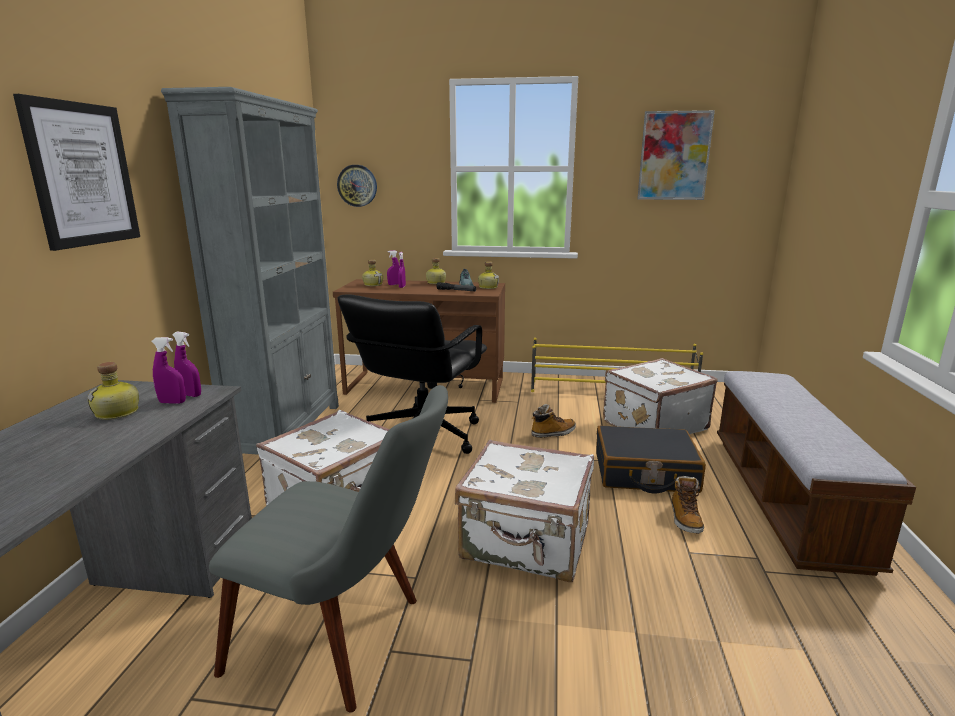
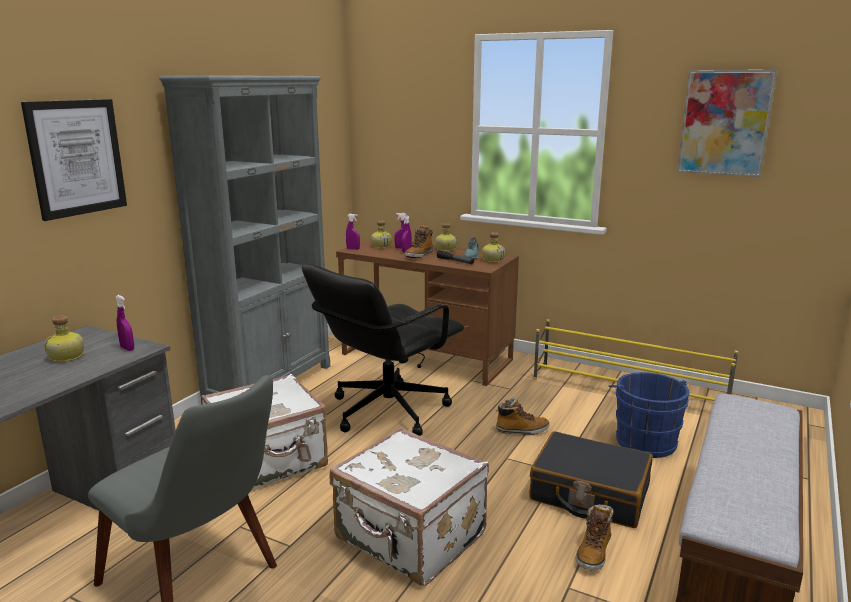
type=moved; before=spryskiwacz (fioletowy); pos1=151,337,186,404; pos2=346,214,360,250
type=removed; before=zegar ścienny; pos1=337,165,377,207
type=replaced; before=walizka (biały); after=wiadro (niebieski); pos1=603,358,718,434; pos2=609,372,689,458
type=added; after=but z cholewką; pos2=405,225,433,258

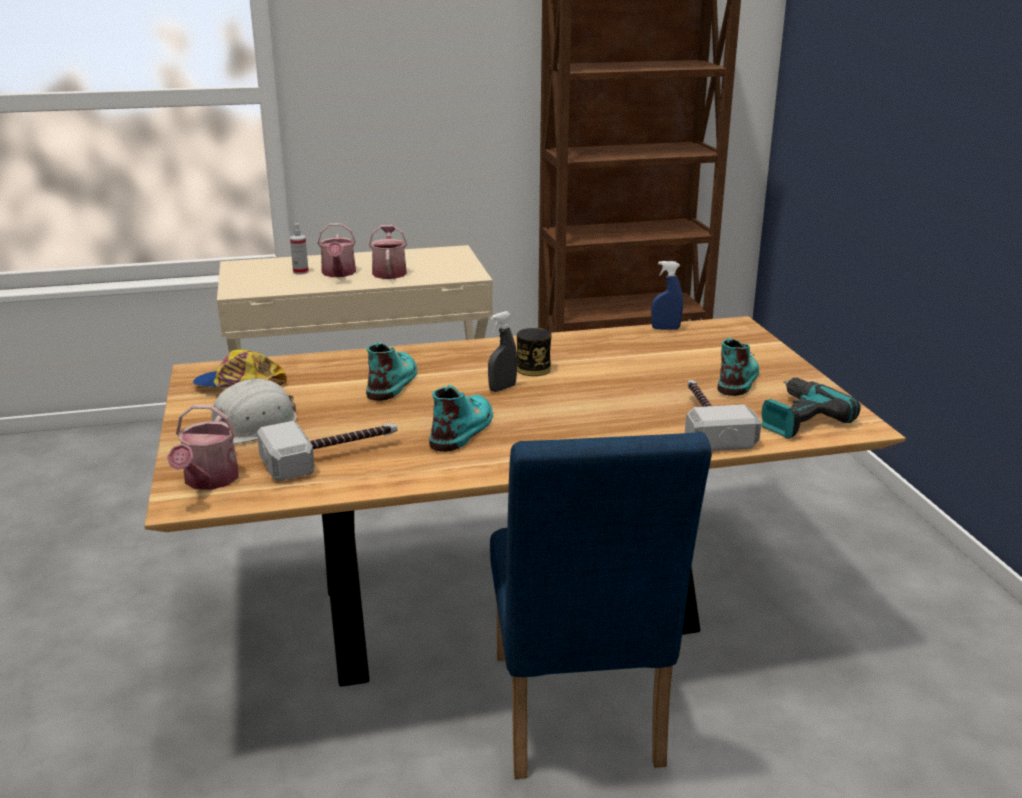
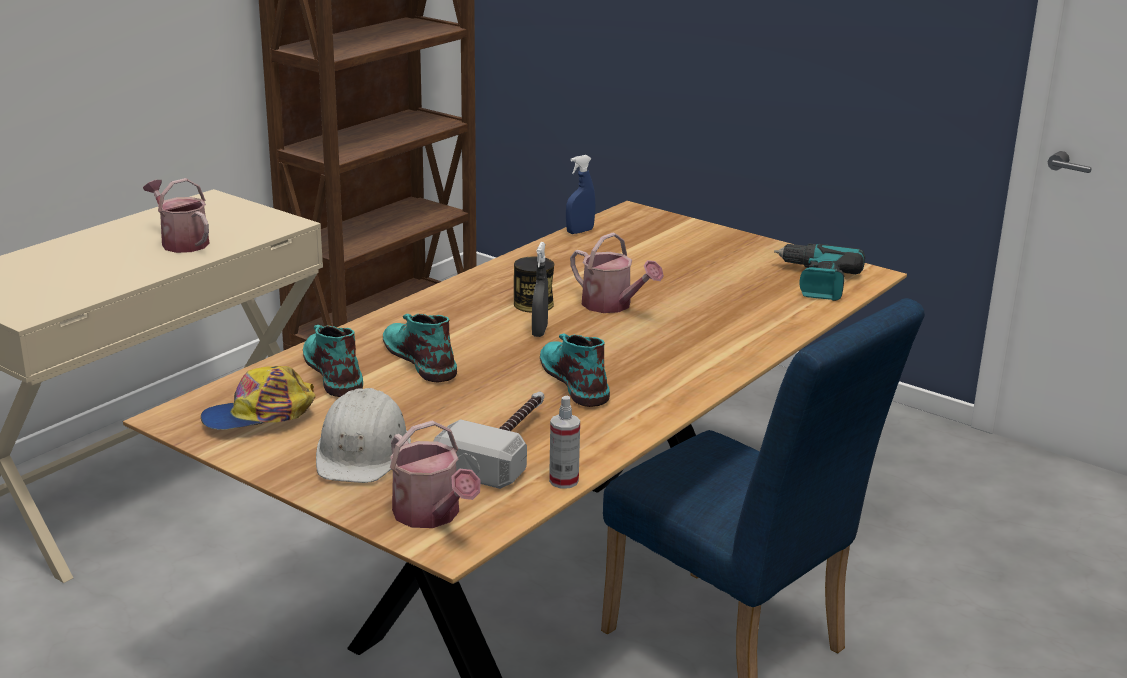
type=moved; before=spryskiwacz; pos1=290,223,309,274; pos2=549,396,580,489
type=moved; before=konewka; pos1=317,223,356,277; pos2=570,233,664,313
type=removed; before=młotek; pos1=685,380,761,451
type=moved; before=but z cholewką (turkusowy); pos1=717,338,759,396; pos2=303,325,363,397

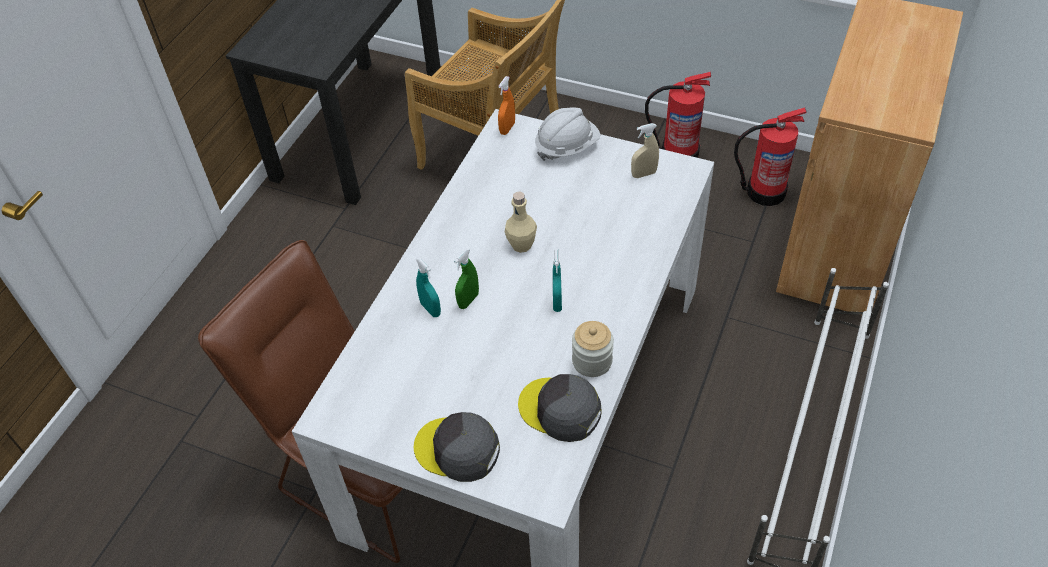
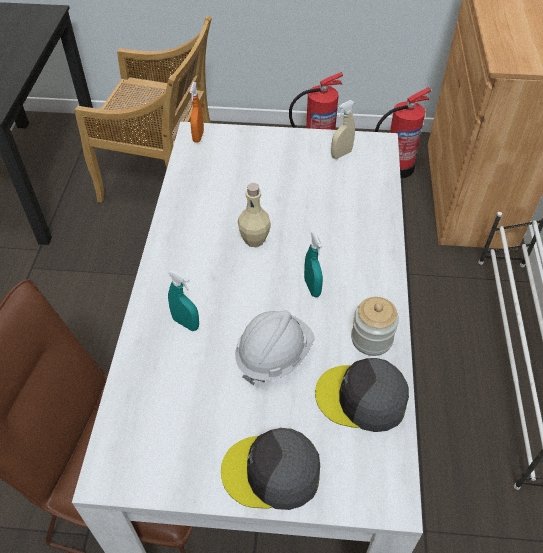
type=removed; before=spryskiwacz (zielony); pos1=454,248,479,309
type=moved; before=kask (biały); pos1=535,107,600,161; pos2=235,310,314,385

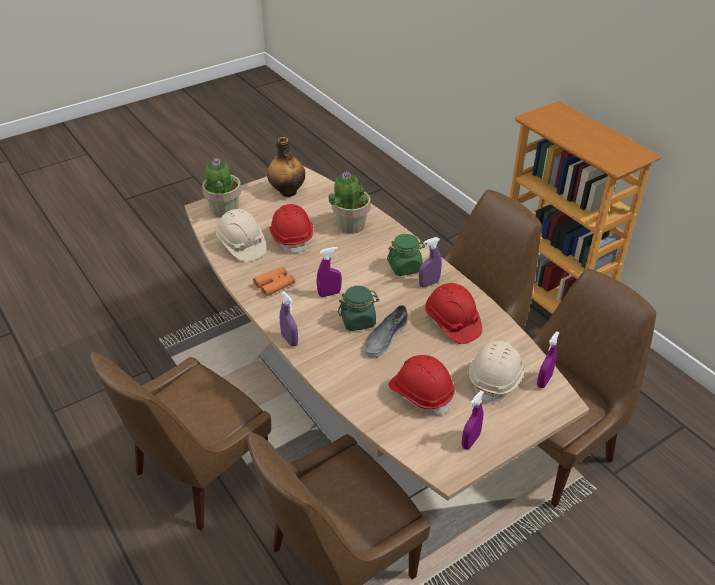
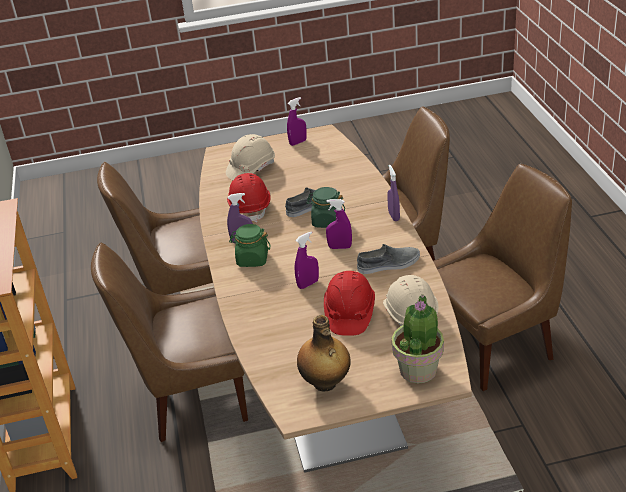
type=replaced; before=lornetka (pomarańczowy); after=but (szary); pos1=253,267,295,297; pos2=357,244,420,274
type=removed; before=roślina doniczkowa; pos1=329,171,371,234
type=removed; before=kask (czerwony); pos1=388,355,455,415
type=moved; before=spryskiwacz (fioletowy); pos1=537,331,560,388; pos2=295,232,319,289

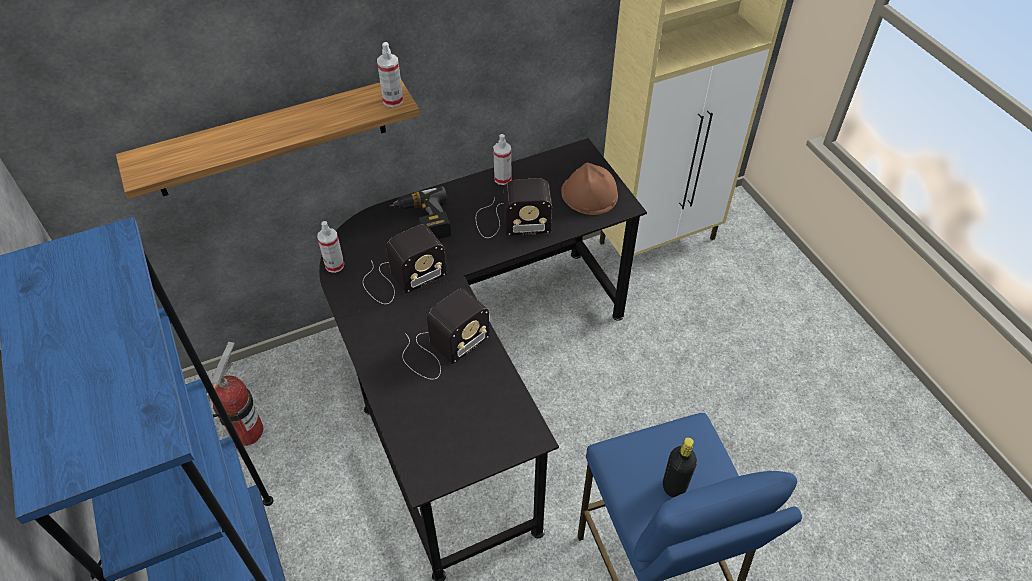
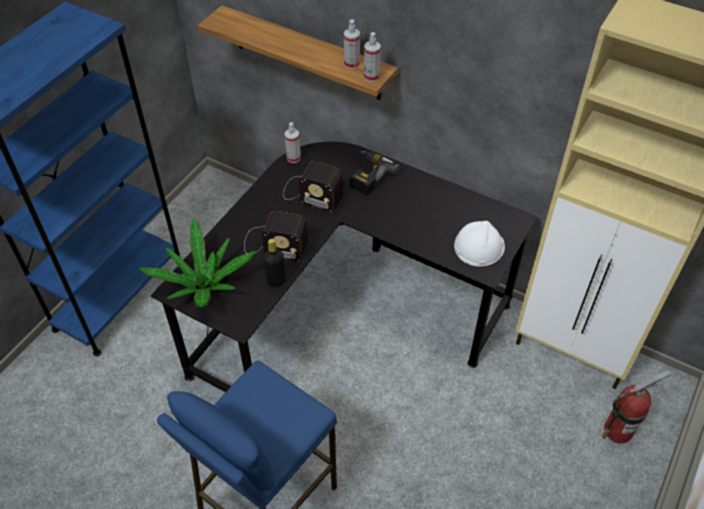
type=moved; before=gaśnica; pos1=208,342,264,450; pos2=602,369,672,444
type=removed; before=radio; pos1=476,178,552,238
type=moved; before=spryskiwacz; pos1=493,134,511,185; pos2=344,19,360,69
type=recoloured; before=kask (brązowy); after=kask (biały); pos1=561,163,618,215; pos2=454,221,505,266
type=moved; before=butelka (czarny); pos1=663,437,697,497; pos2=263,239,286,287
type=added; after=roślina doniczkowa; pos2=138,218,256,307

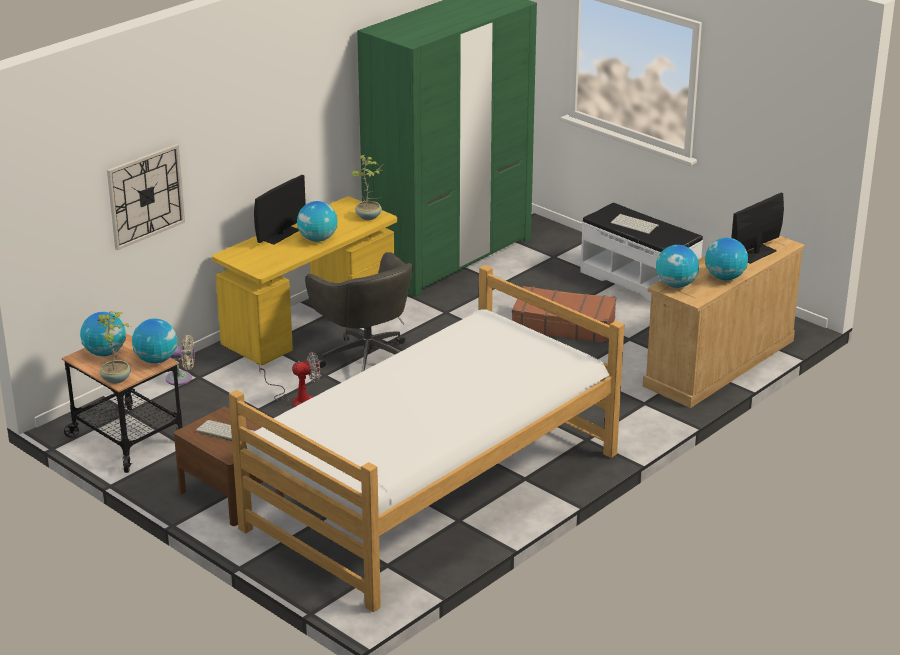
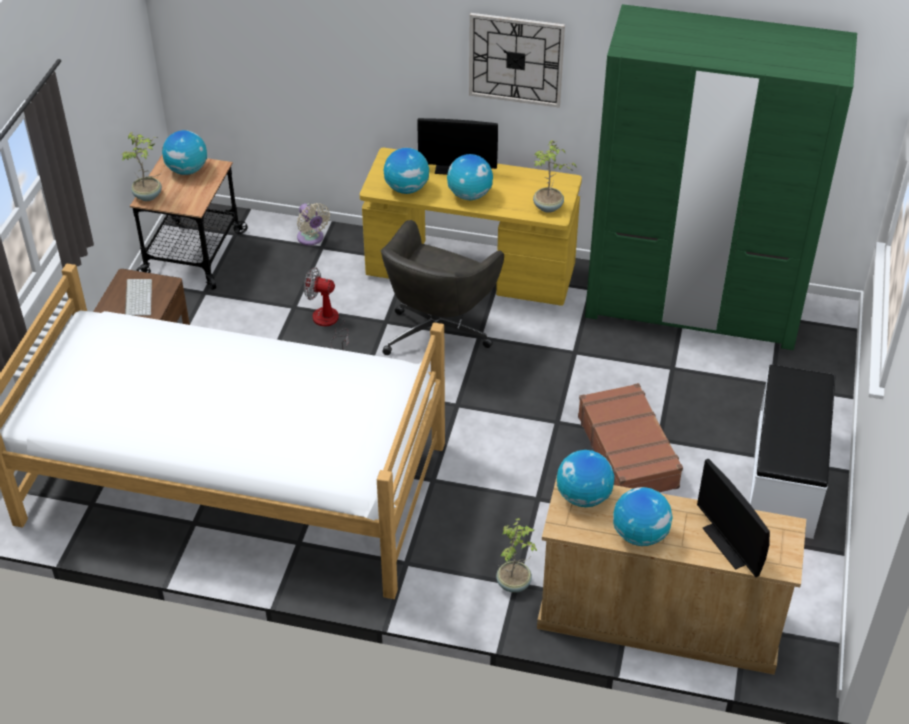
type=moved; before=zegar ścienny; pos1=107,144,185,250; pos2=469,13,565,107
type=moved; before=globus; pos1=132,318,177,363; pos2=384,148,429,194
type=turned; before=wentylator; pos1=259,352,320,407; pos2=304,267,349,350; turn=150
type=removed; before=klawiatura; pos1=611,214,659,234
type=turned; before=monitor; pos1=731,193,784,264; pos2=697,459,770,577; turn=-135
type=added; after=roślina doniczkowa; pos2=496,518,537,593

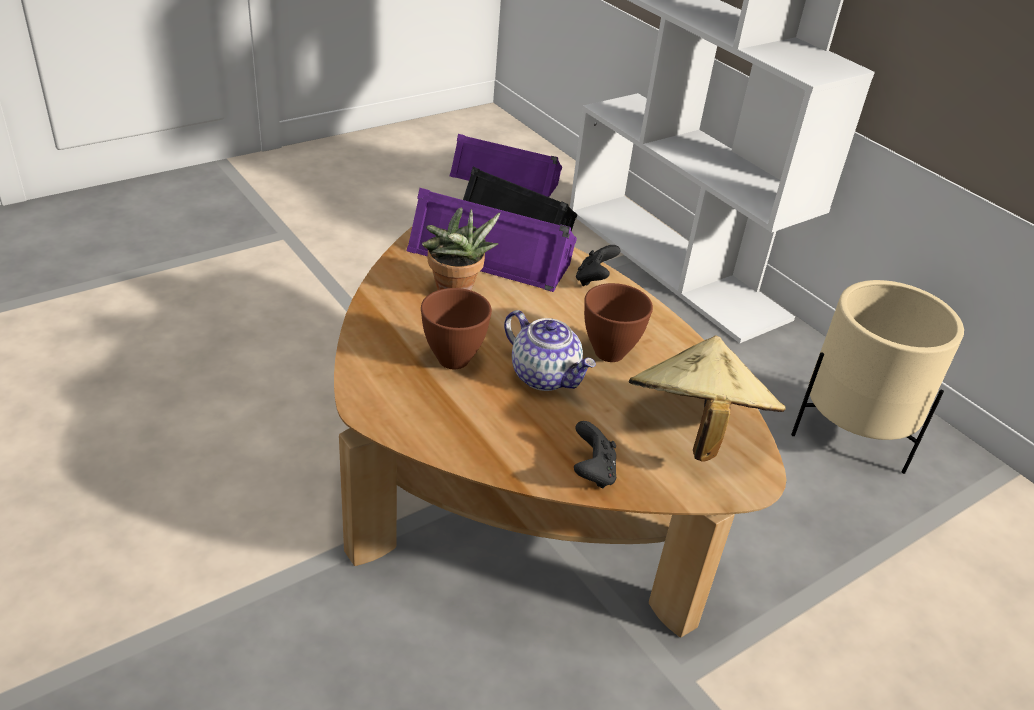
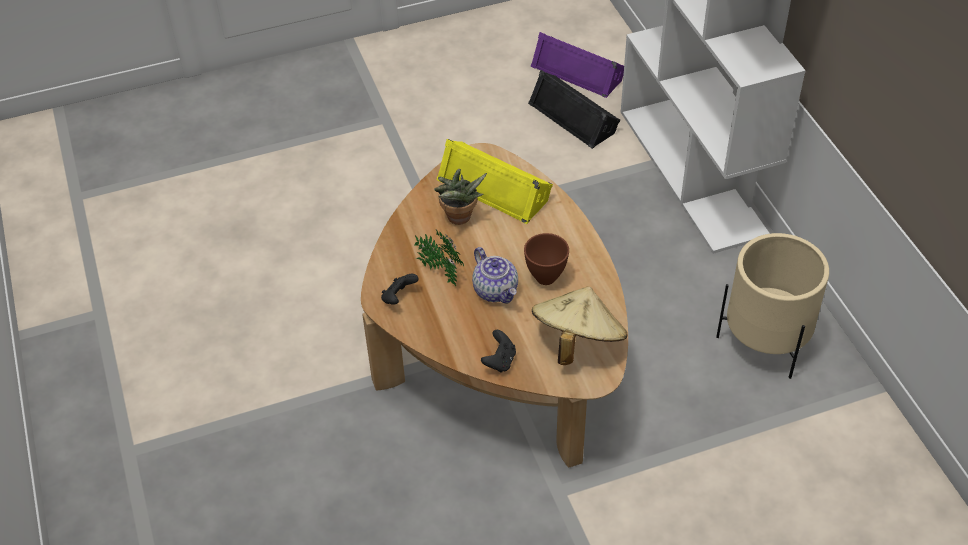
type=recoloured; before=głośnik (fioletowy); after=głośnik (żółty); pos1=407,188,577,292; pos2=437,139,553,224
type=replaced; before=miska (brązowy); after=roślina doniczkowa; pos1=421,288,492,369; pos2=414,230,464,286
type=moved; before=pad do gier (czarny); pos1=576,245,620,286; pos2=381,274,419,305

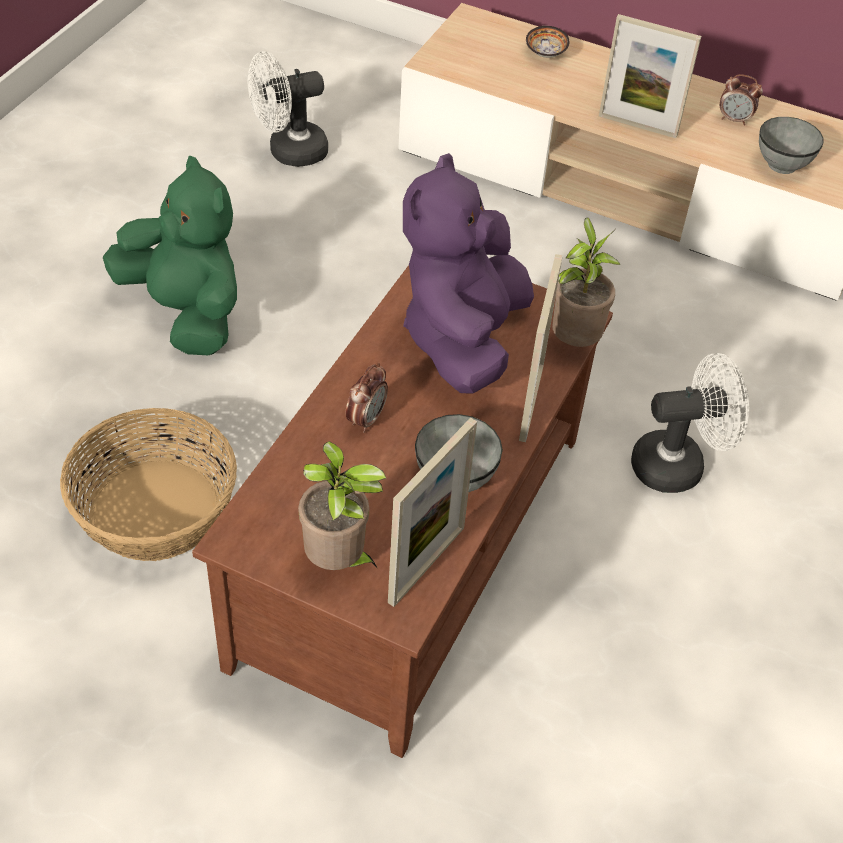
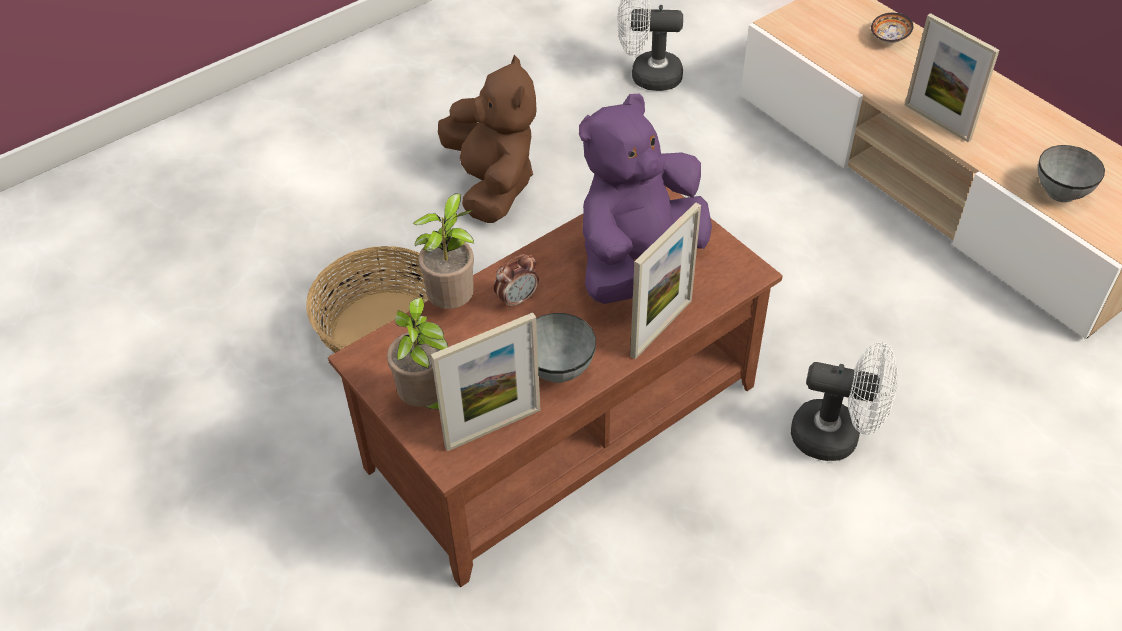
type=recoloured; before=pluszak (zielony); after=pluszak (brązowy); pos1=103,156,237,355; pos2=438,55,537,223
type=moved; before=roślina doniczkowa; pos1=552,218,621,347; pos2=413,194,474,309
type=removed; before=budzik; pos1=720,74,763,126

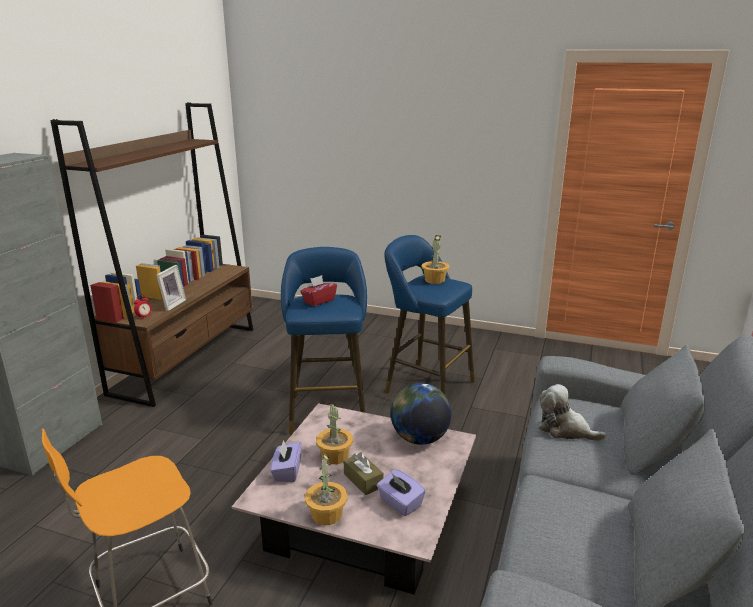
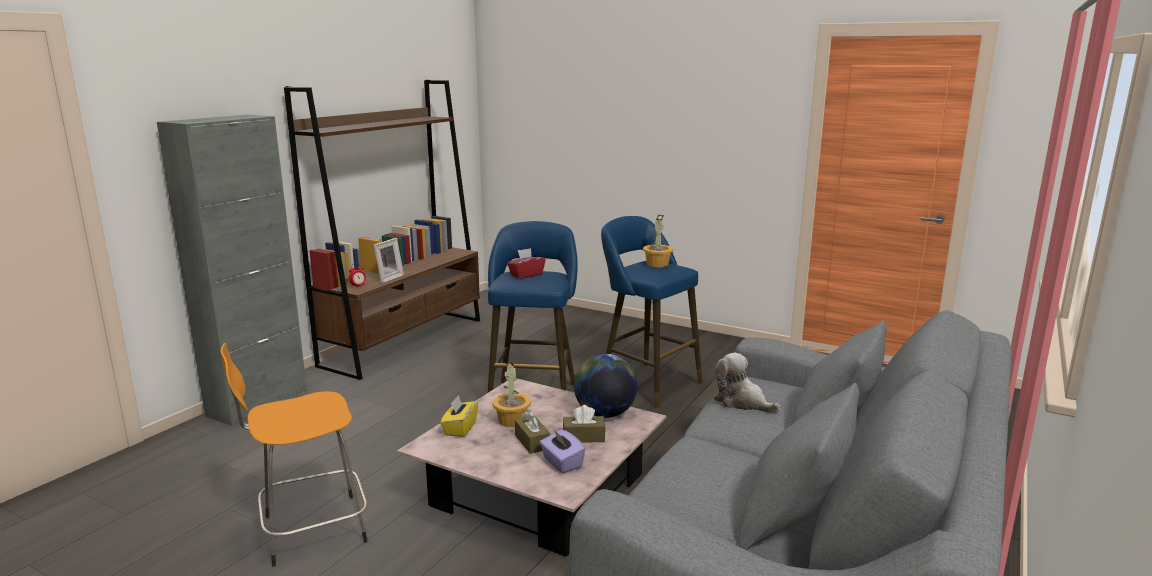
type=recoloured; before=pudełko chusteczek (fioletowy); after=pudełko chusteczek (żółty); pos1=270,440,302,482; pos2=440,395,478,437
type=removed; before=roślina doniczkowa; pos1=305,453,347,525
type=added; after=pudełko chusteczek (brązowy); pos2=563,405,606,443

